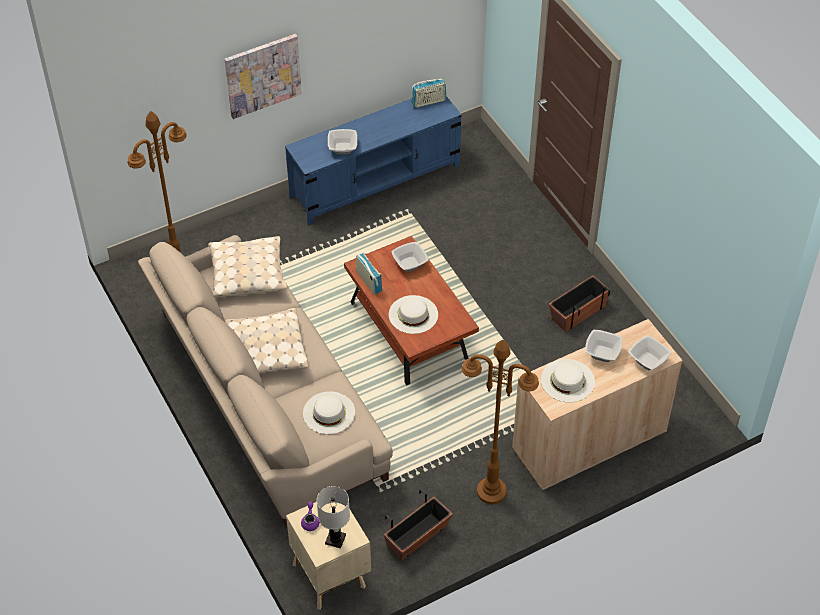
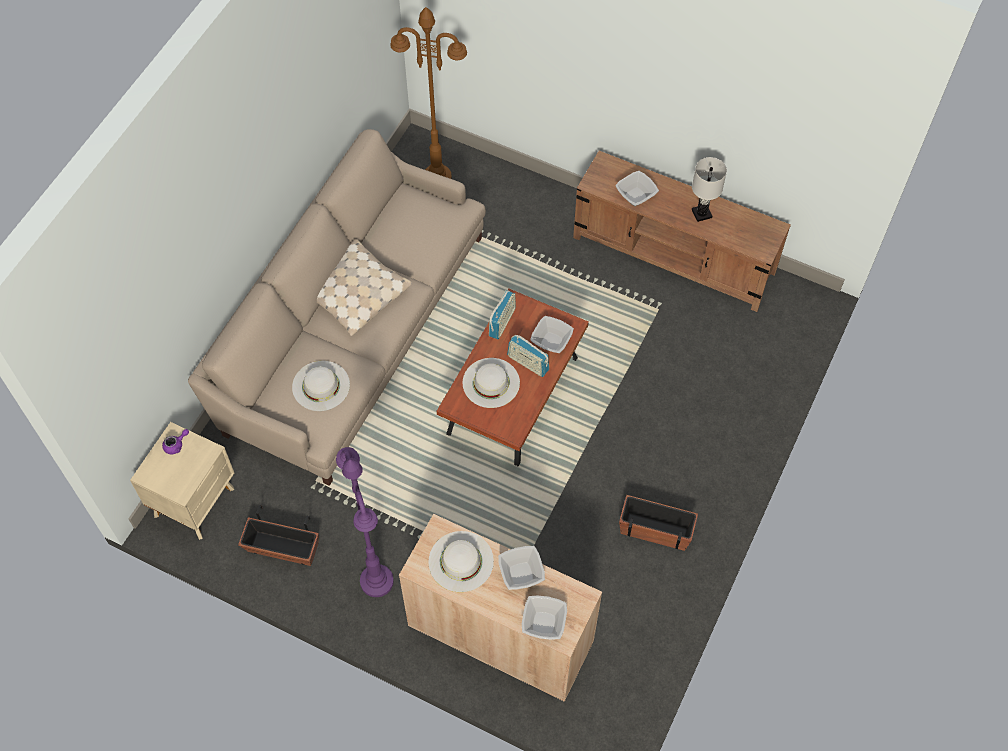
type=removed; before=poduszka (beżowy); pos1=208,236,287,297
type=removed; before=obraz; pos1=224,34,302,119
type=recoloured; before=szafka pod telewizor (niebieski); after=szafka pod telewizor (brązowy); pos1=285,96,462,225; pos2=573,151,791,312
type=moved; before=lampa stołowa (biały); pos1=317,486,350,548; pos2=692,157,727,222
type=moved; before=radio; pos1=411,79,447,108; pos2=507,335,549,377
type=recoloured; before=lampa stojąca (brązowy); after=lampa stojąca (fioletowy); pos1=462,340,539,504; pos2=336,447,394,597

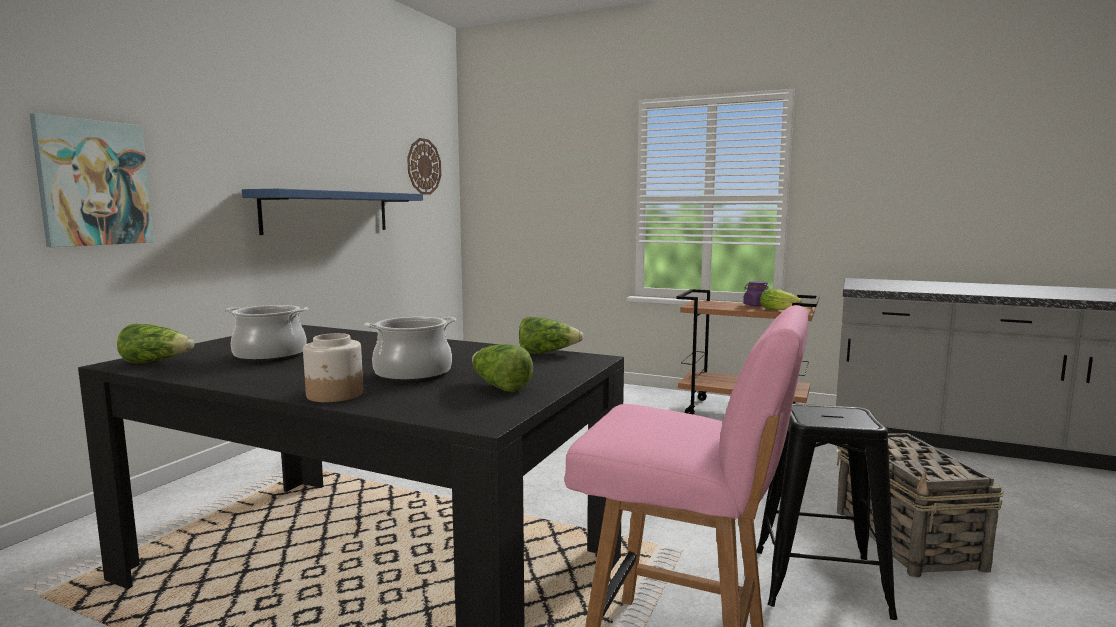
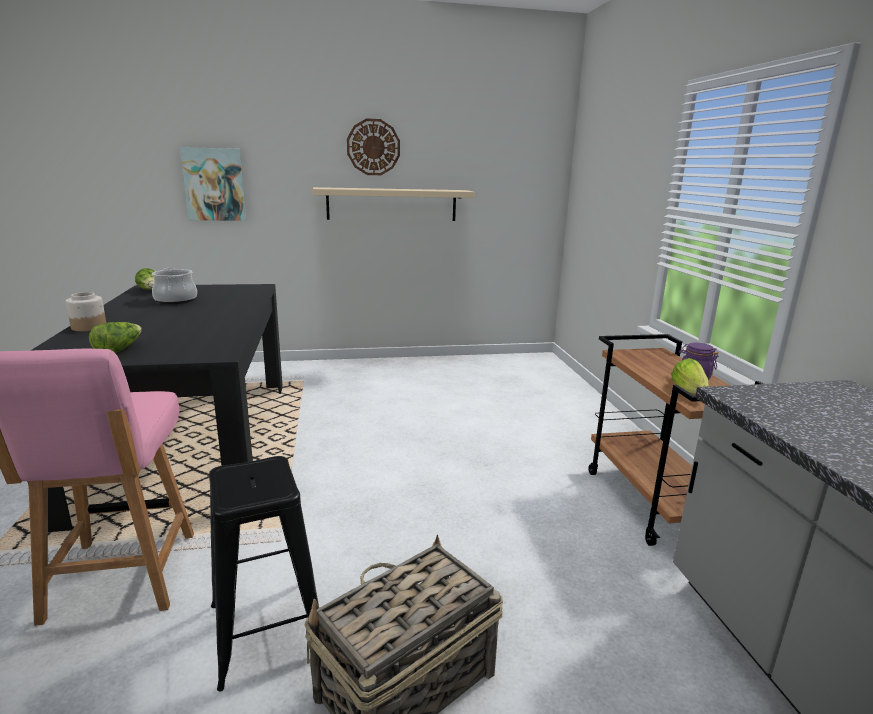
type=recoloured; before=półka (niebieski); after=półka (beżowy); pos1=242,189,423,235; pos2=312,187,475,221
type=removed; before=garnek; pos1=364,317,456,383
type=moved; before=zegar ścienny; pos1=407,138,441,195; pos2=347,118,400,175
type=removed; before=sałata; pos1=519,317,583,354

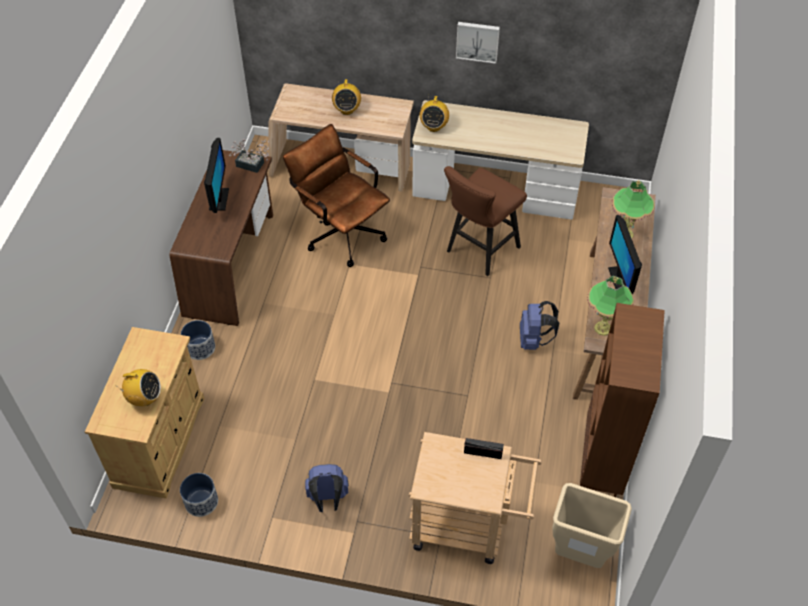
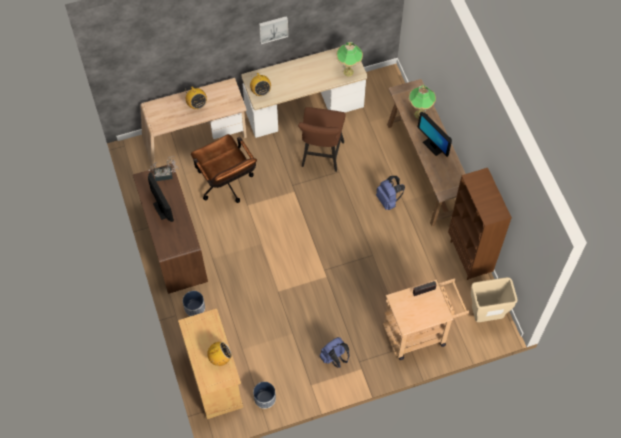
type=turned; before=krzesło biurowe (brązowy); pos1=283,124,390,267; pos2=191,134,257,203; turn=-135
type=moved; before=lampa stołowa; pos1=587,276,634,336; pos2=336,42,363,77

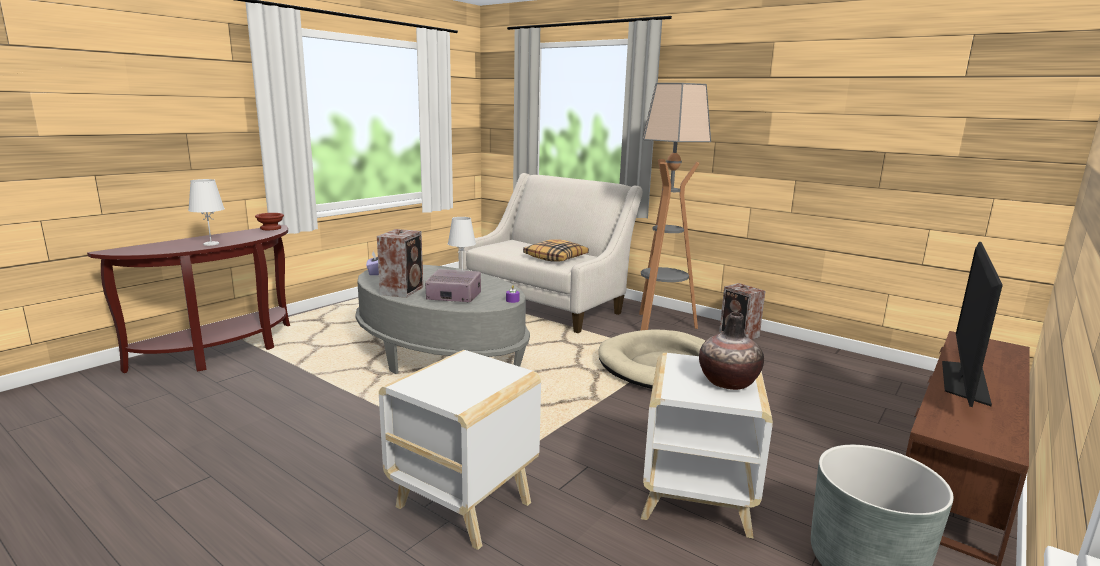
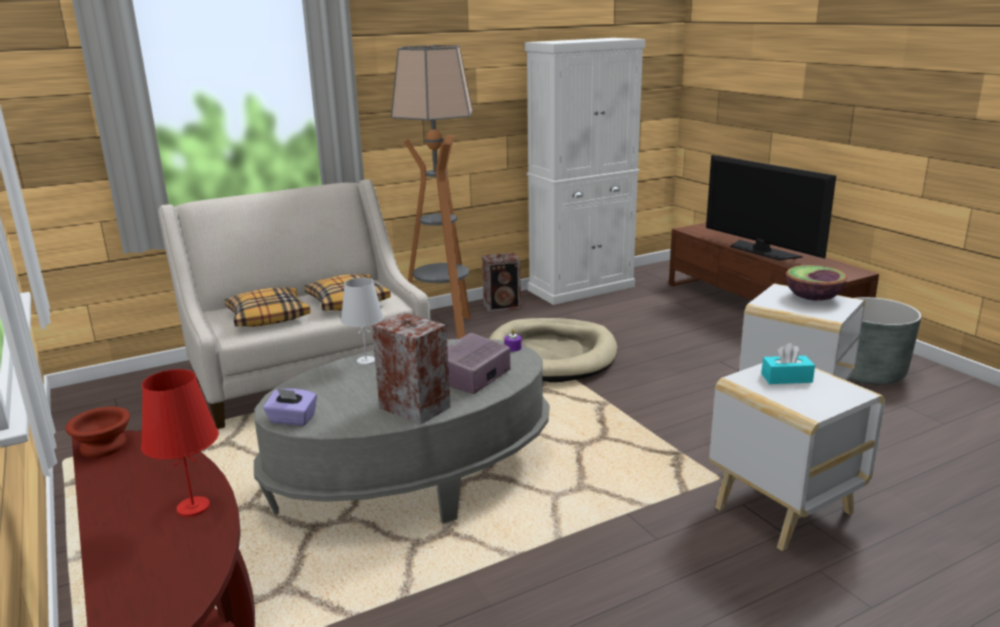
type=recoloured; before=lampa stołowa (biały); after=lampa stołowa (czerwony); pos1=188,179,225,246; pos2=141,369,219,517
type=replaced; before=wazon; after=miska; pos1=699,312,764,390; pos2=786,265,847,301
type=added; after=poduszka; pos2=225,287,310,327
type=added; after=szafka (biały); pos2=525,38,645,305
type=added; after=pudełko chusteczek (turkusowy); pos2=761,343,815,384

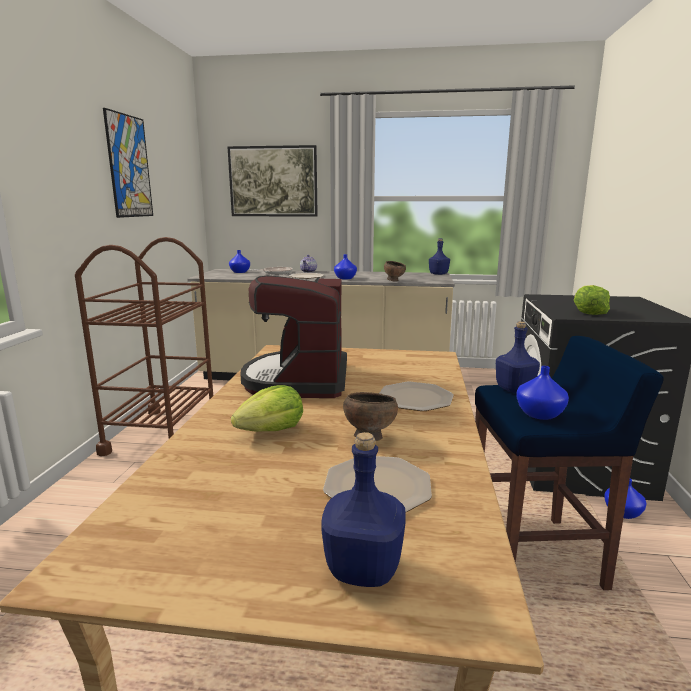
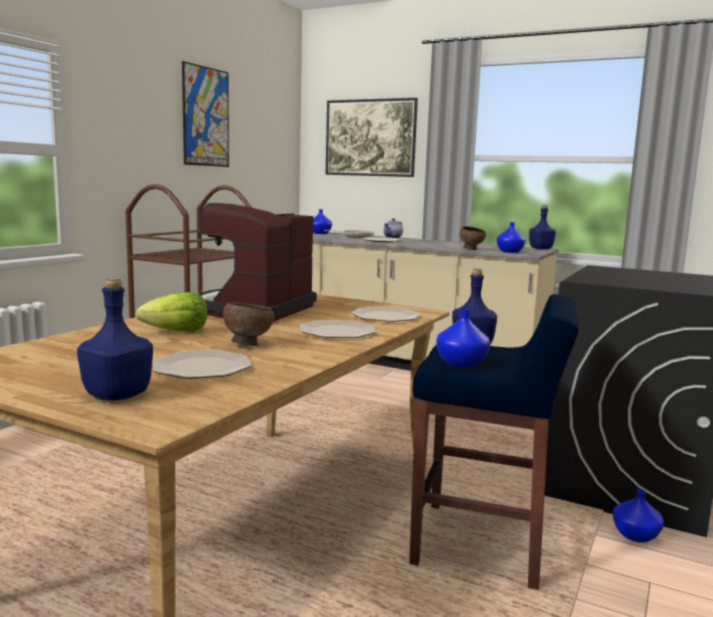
type=moved; before=wazon (niebieski); pos1=334,254,357,279; pos2=497,222,526,253
type=removed; before=sałata; pos1=574,285,610,315
type=added; after=talerz; pos2=351,306,421,322

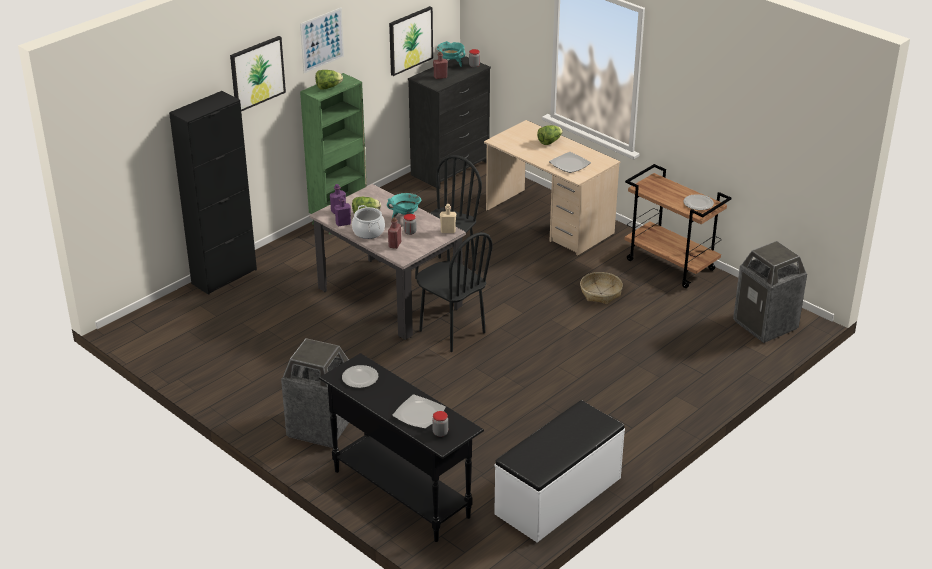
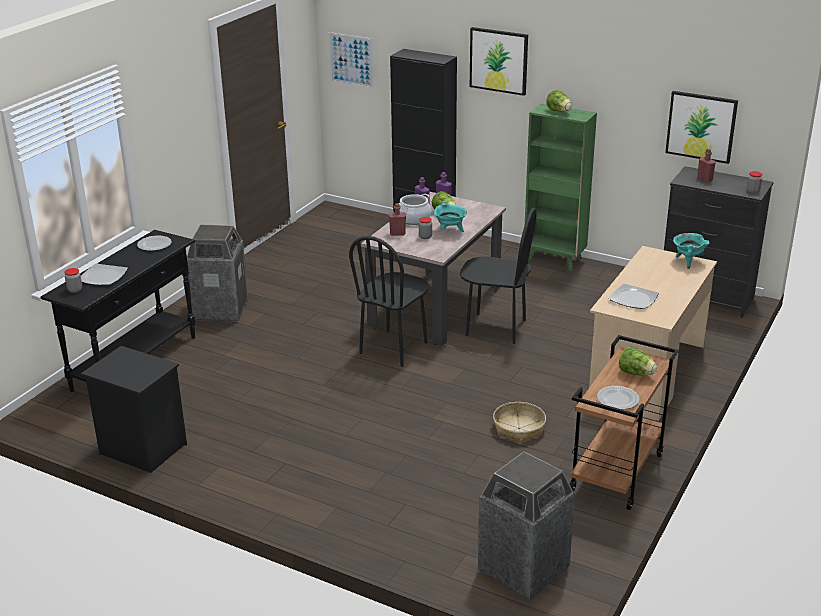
type=moved; before=obraz; pos1=300,8,344,73; pos2=328,32,374,89
type=moved; before=garnek (turkusowy); pos1=437,41,466,67; pos2=673,233,710,269
type=removed; before=butelka (beżowy); pos1=440,204,456,233
type=replaced; before=ławka (biały); after=szafka nocna (czarny); pos1=494,400,625,542; pos2=81,346,187,473
type=moved; before=sałata; pos1=537,125,563,145; pos2=619,346,657,375

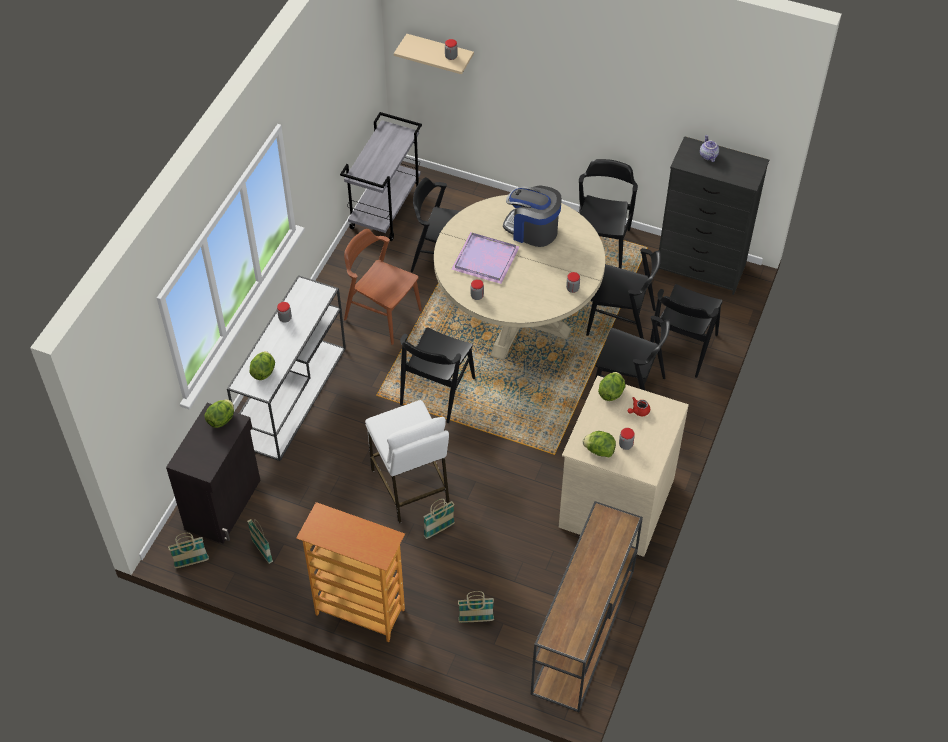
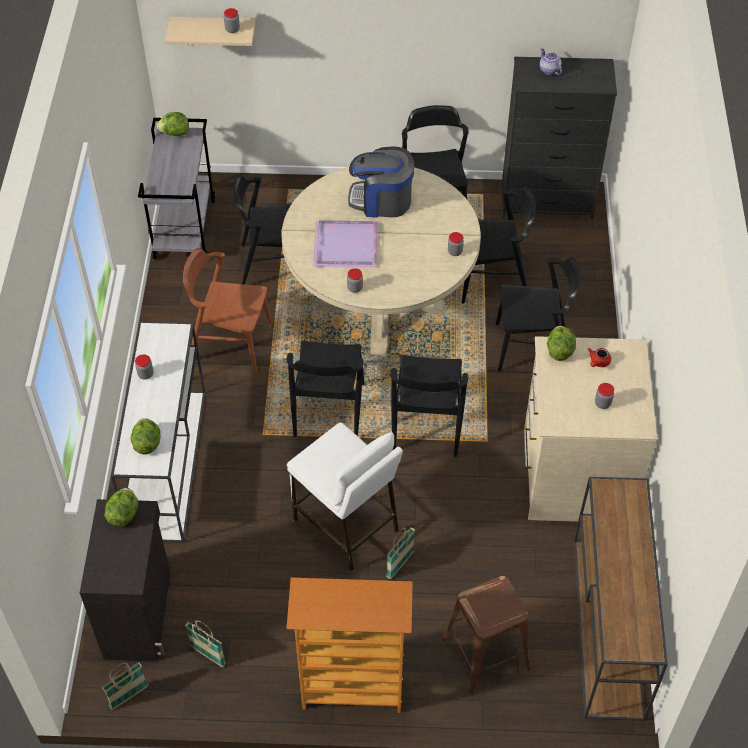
type=replaced; before=koszyk; after=stołek (brązowy); pos1=458,591,494,623; pos2=442,576,531,694
type=moved; before=sałata; pos1=583,431,616,457; pos2=157,112,189,136
type=moved; before=krzesło (czarny); pos1=650,284,722,378; pos2=391,355,468,457

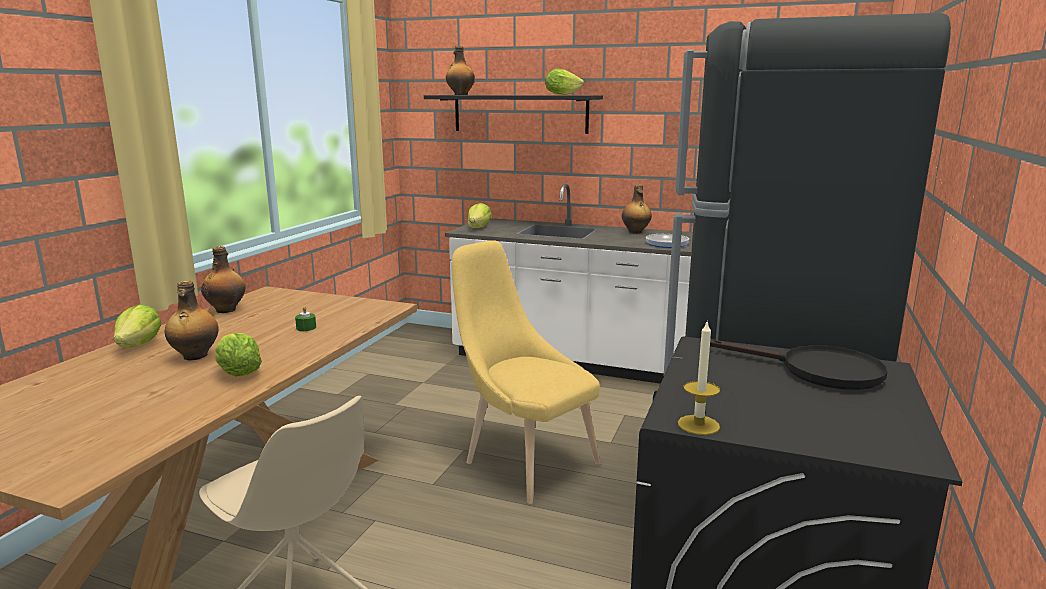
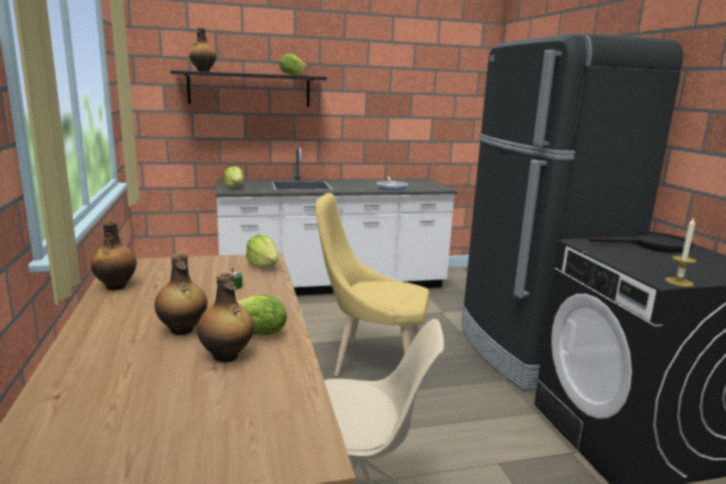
type=moved; before=sałata; pos1=114,305,162,348; pos2=246,235,278,269
type=moved; before=butelka; pos1=622,185,652,234; pos2=197,272,254,362

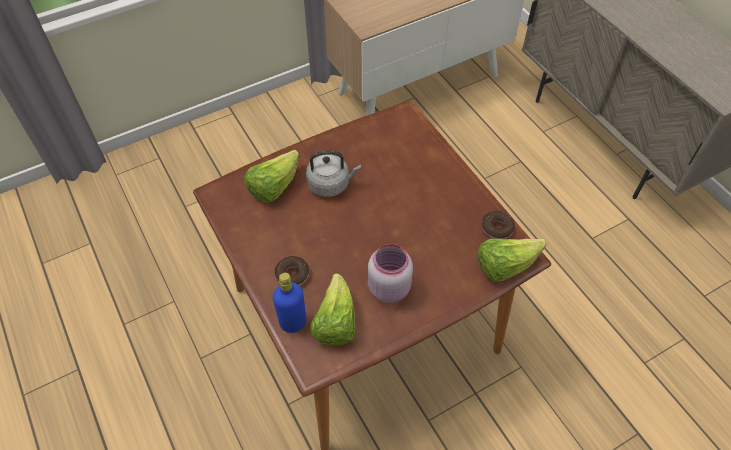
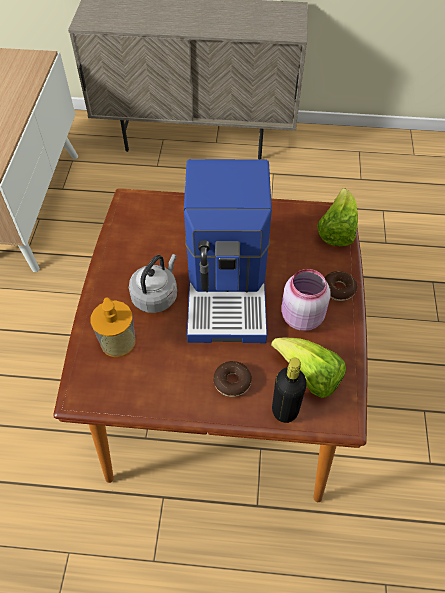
type=replaced; before=sałata; after=dozownik mydła; pos1=244,150,299,203; pos2=90,297,135,357
type=recoloured; before=butelka (niebieski); after=butelka (czarny); pos1=273,272,306,333; pos2=272,358,307,423
type=moved; before=donut; pos1=482,211,515,239; pos2=325,271,357,301
type=added; after=ekspres do kawy; pos2=184,159,272,343

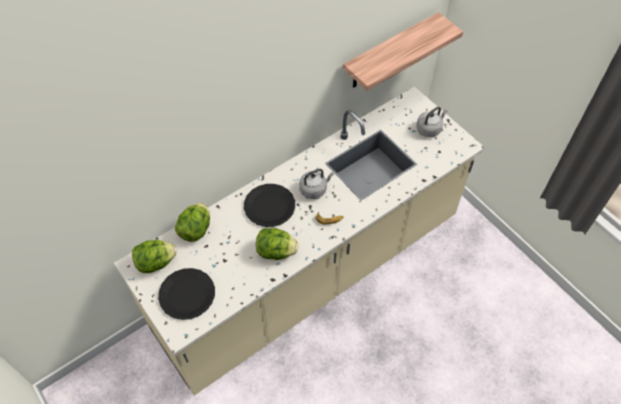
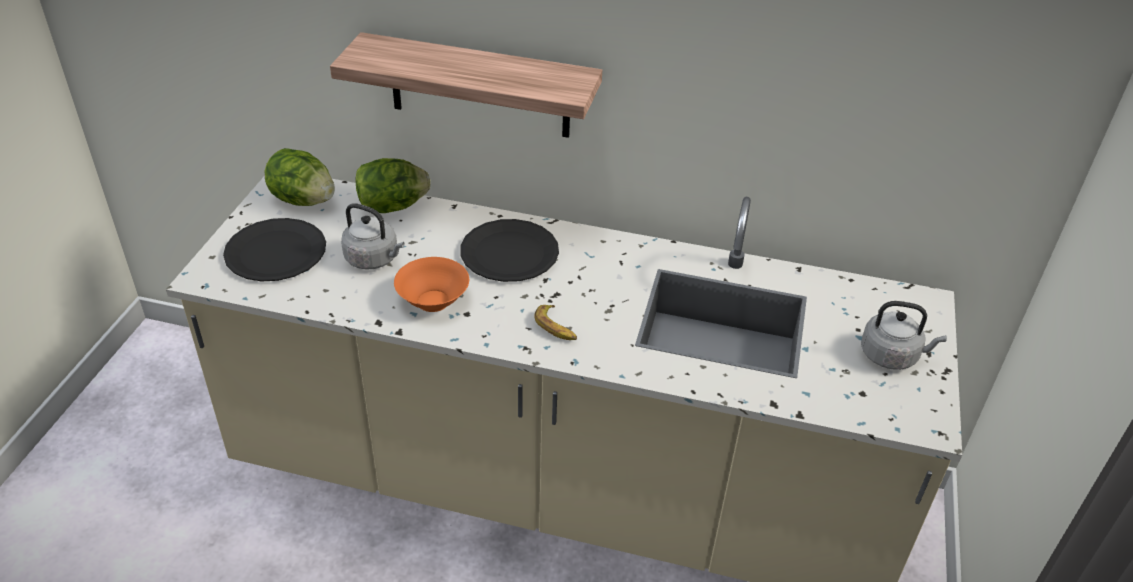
type=replaced; before=sałata; after=miska (pomarańczowy); pos1=256,228,299,260; pos2=394,257,469,312
type=moved; before=czajnik (szary); pos1=299,169,334,199; pos2=341,203,404,269
type=moved; before=półka; pos1=343,12,463,91; pos2=330,32,602,138

